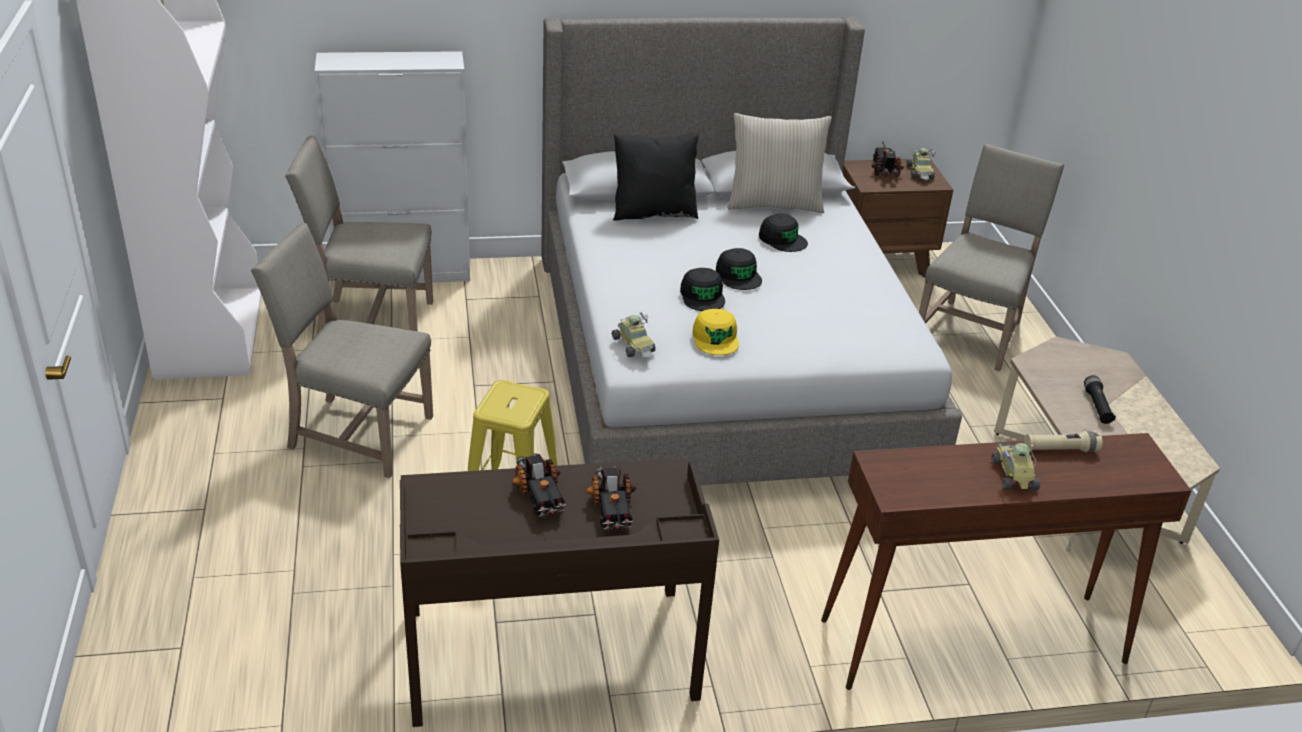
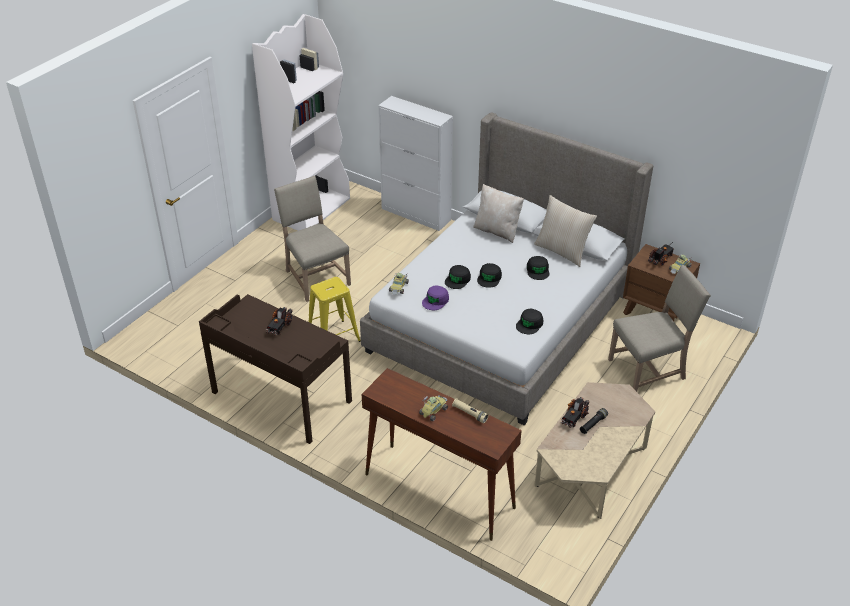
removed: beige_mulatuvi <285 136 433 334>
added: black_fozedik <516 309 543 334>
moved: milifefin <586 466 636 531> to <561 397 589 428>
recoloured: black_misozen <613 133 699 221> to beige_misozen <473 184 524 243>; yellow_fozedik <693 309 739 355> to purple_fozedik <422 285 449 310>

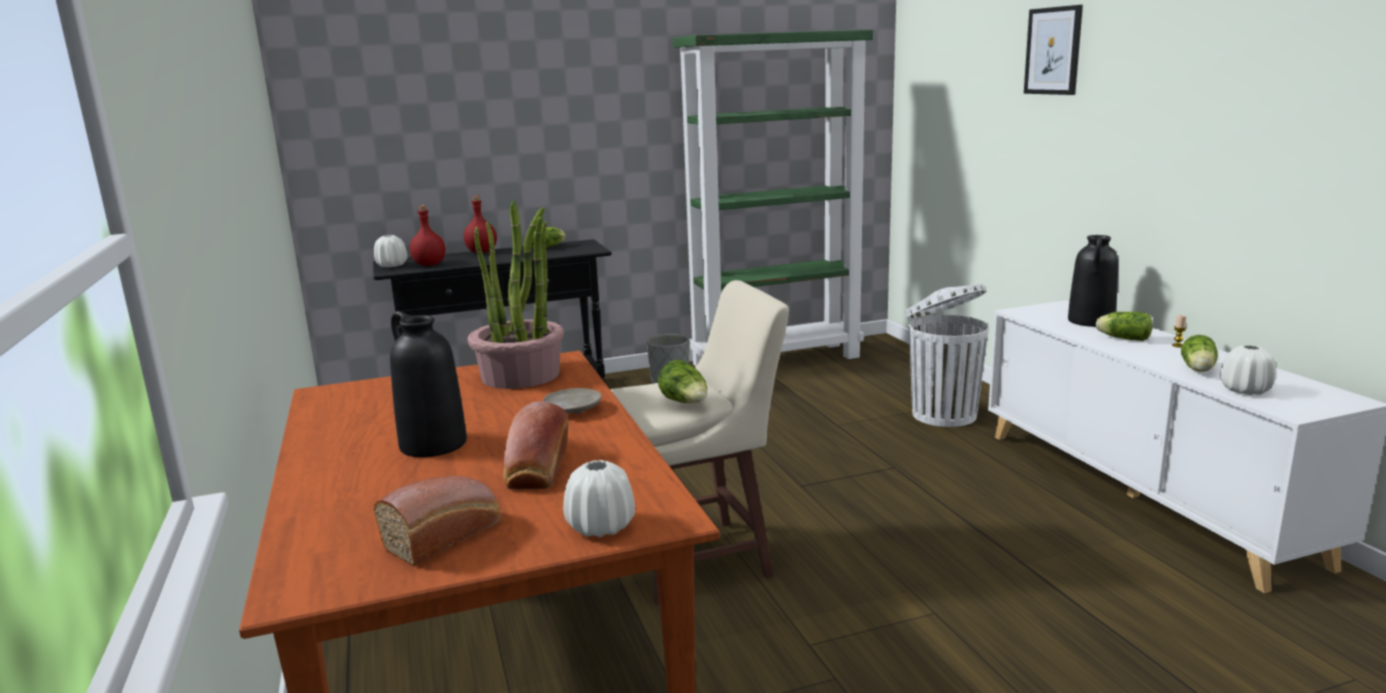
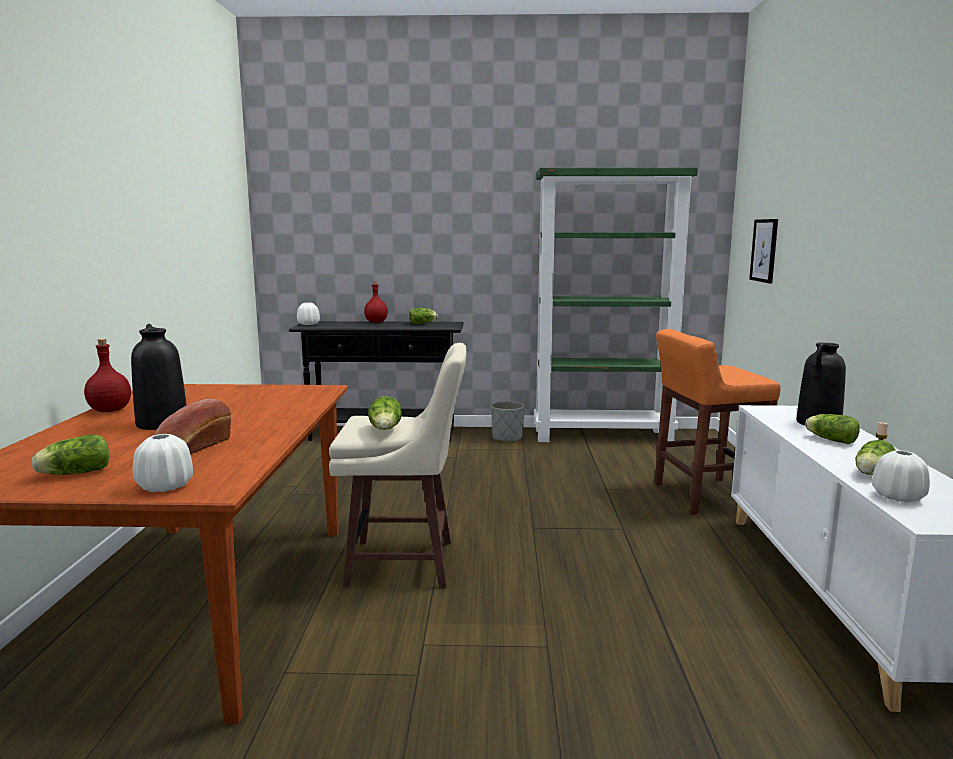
removed: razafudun <468 200 564 389>; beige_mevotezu <543 388 602 414>
moved: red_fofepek <410 205 446 266> to <84 339 131 412>; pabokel <1024 5 1083 95> to <749 219 778 283>
replaced: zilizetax <374 476 501 566> to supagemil <31 434 109 475>; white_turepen <905 284 989 427> to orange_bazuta <655 329 781 515>

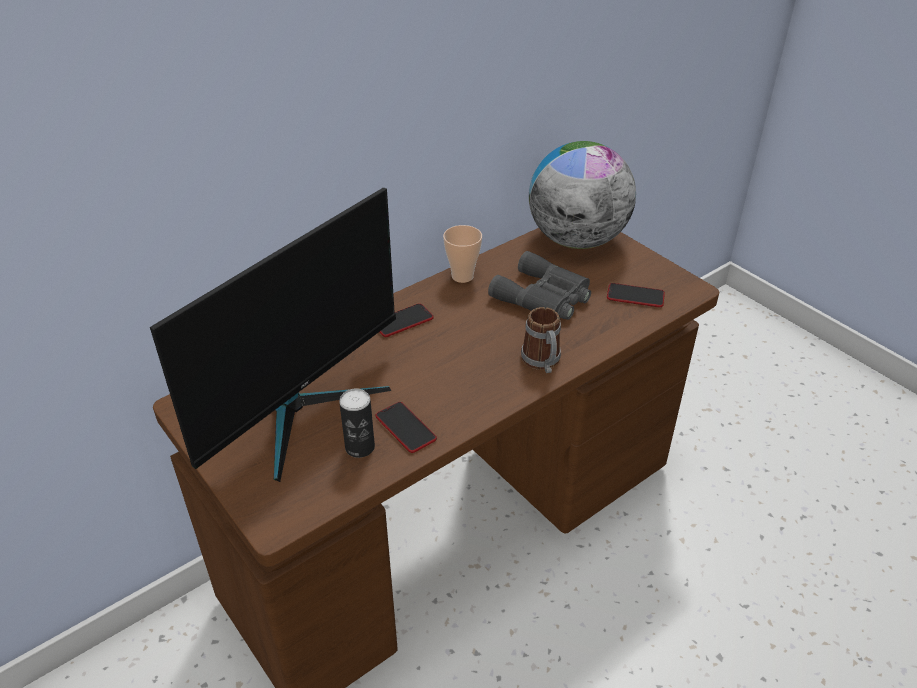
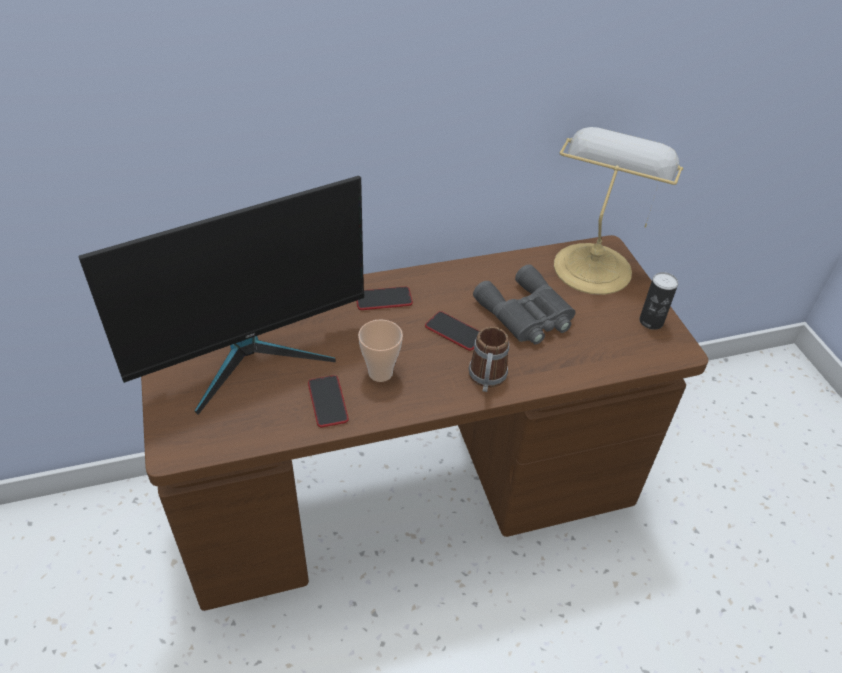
moved: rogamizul <339 388 375 458> to <639 272 678 330>; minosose <443 225 482 283> to <358 319 403 382>; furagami <607 283 665 307> to <425 311 480 351>
replaced: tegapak <529 141 636 249> to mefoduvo <554 127 683 295>

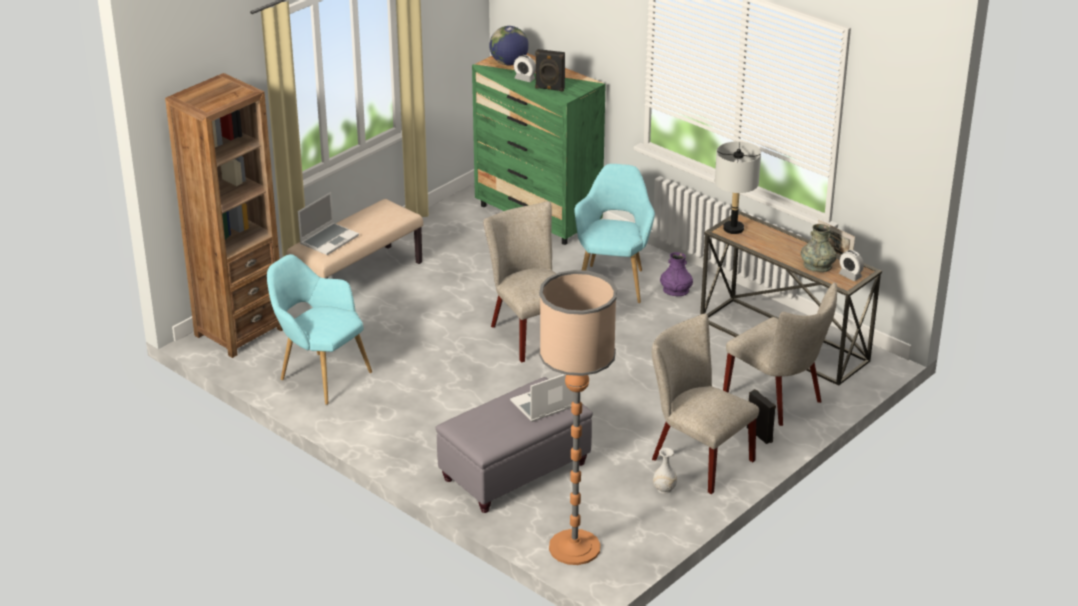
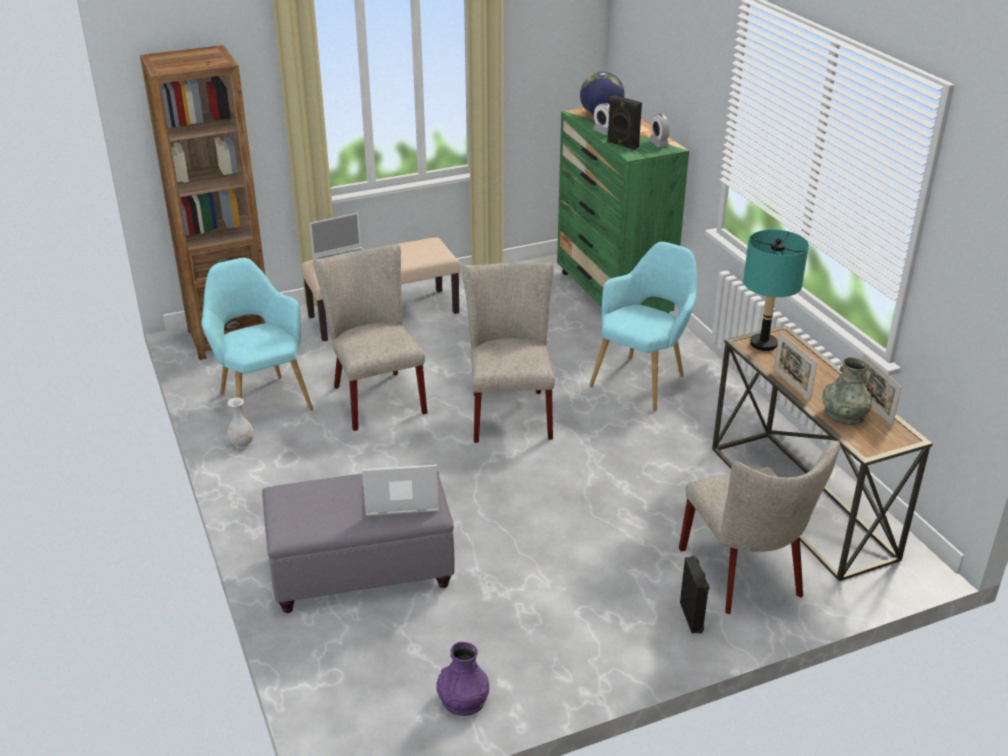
removed: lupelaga <539 270 617 565>
added: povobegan <774 332 817 401>
moved: beige_mulatuvi <652 313 759 494> to <314 244 428 431>; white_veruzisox <653 448 677 494> to <227 398 254 449>; purple_veruzisox <660 252 693 296> to <436 642 489 716>; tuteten <839 250 864 281> to <649 114 670 147>
recoloured: grey_mefoduvo <715 141 761 234> to turquoise_mefoduvo <743 230 809 351>

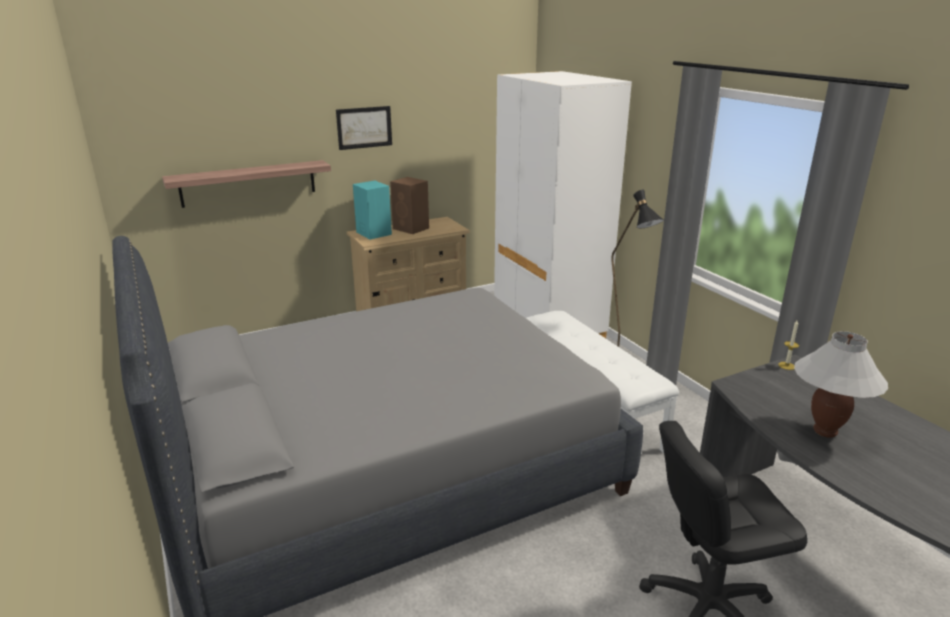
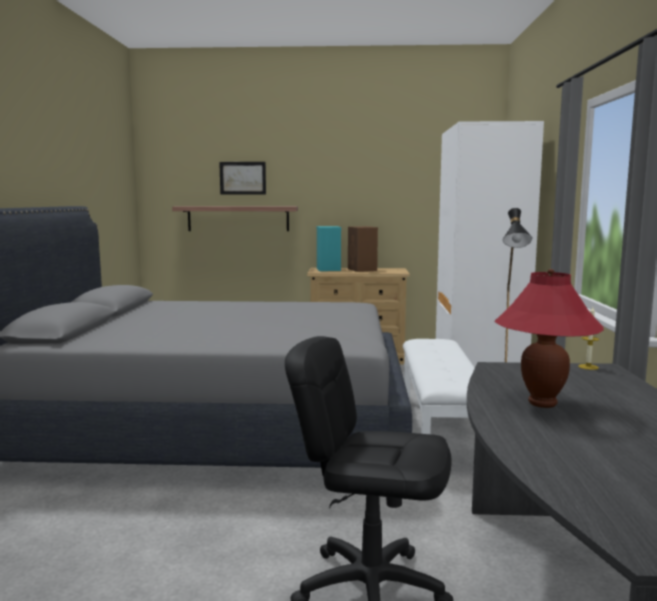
moved: pabokel <336 106 392 150> to <219 162 266 195>
recoloured: white_mefoduvo <794 331 888 438> to red_mefoduvo <494 269 604 408>

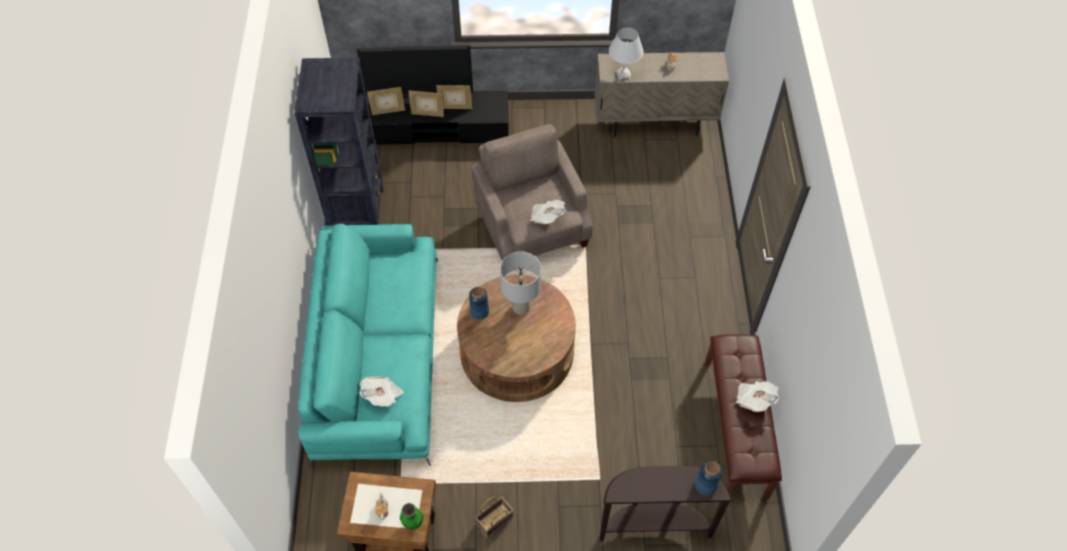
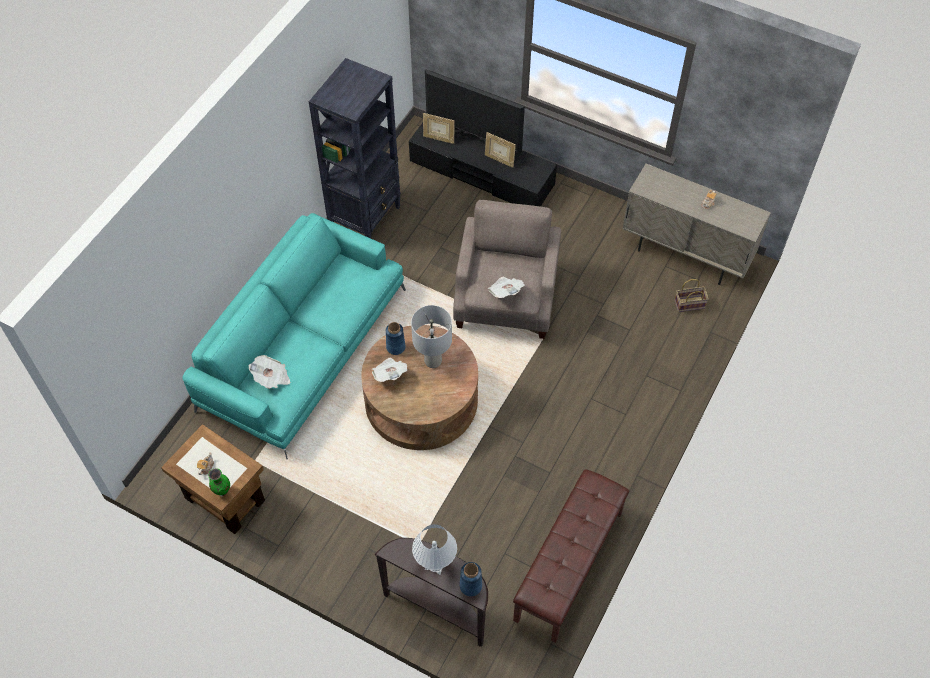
removed: povobegan <408 90 444 117>
moved: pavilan <475 497 513 537> to <674 279 709 312>; white_mefoduvo <609 27 644 80> to <412 524 457 575>; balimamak <736 381 779 412> to <372 358 407 382>

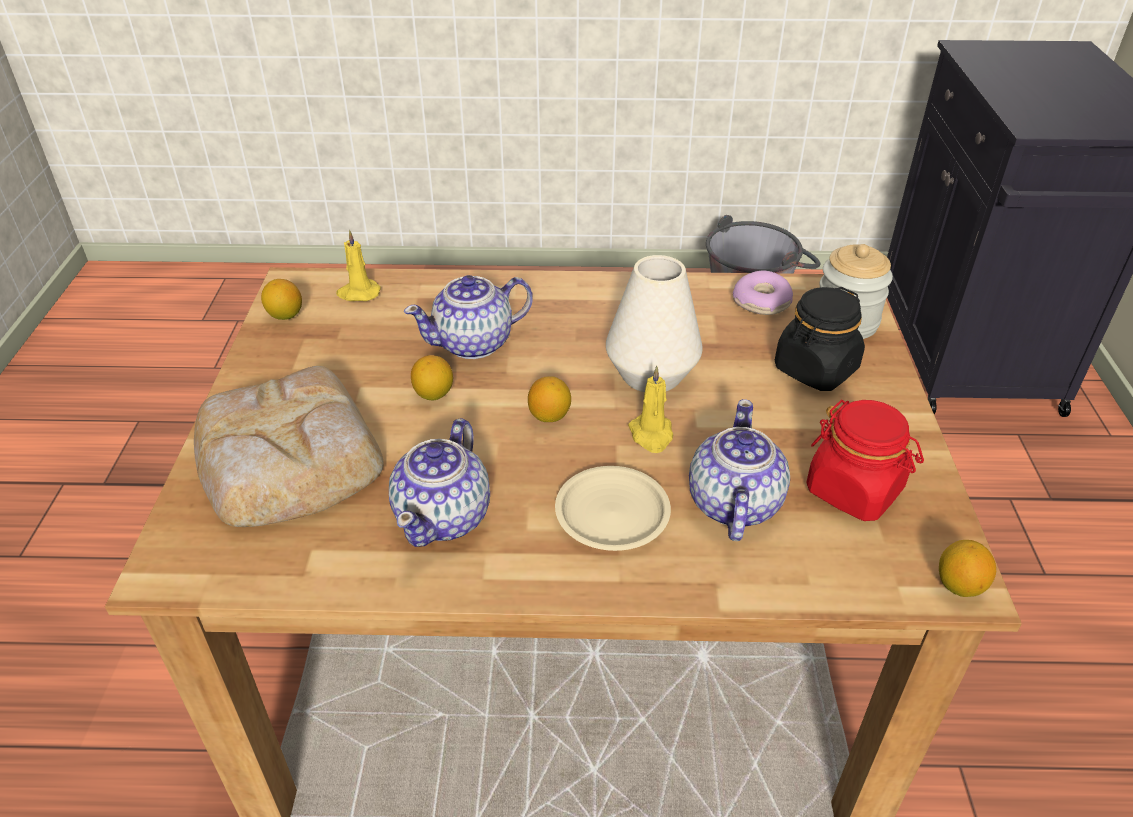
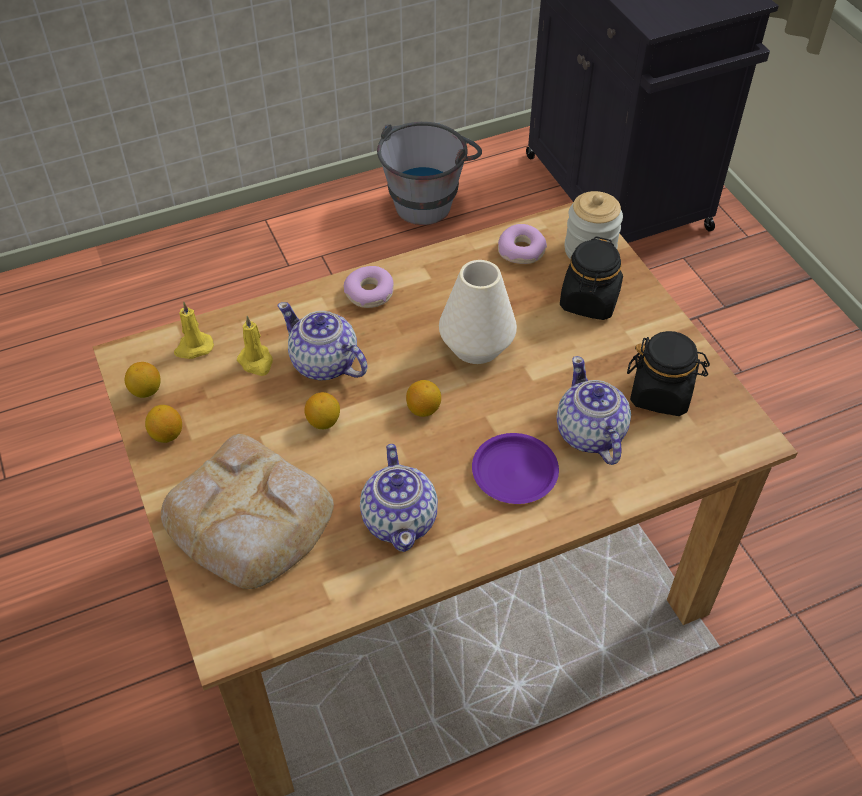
added: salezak <344 266 394 308>
moved: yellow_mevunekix <628 366 673 453> to <237 316 273 376>; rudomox <939 540 996 597> to <145 405 182 443>
recoloured: beige_mevotezu <555 466 671 551> to purple_mevotezu <472 433 559 504>; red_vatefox <807 400 924 521> to black_vatefox <627 331 710 416>
turned: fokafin <404 275 533 359> = <278 302 368 380> 90 degrees clockwise

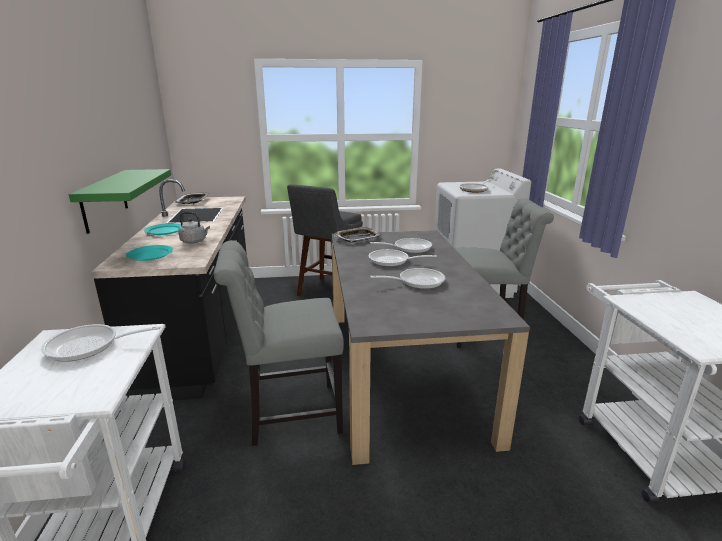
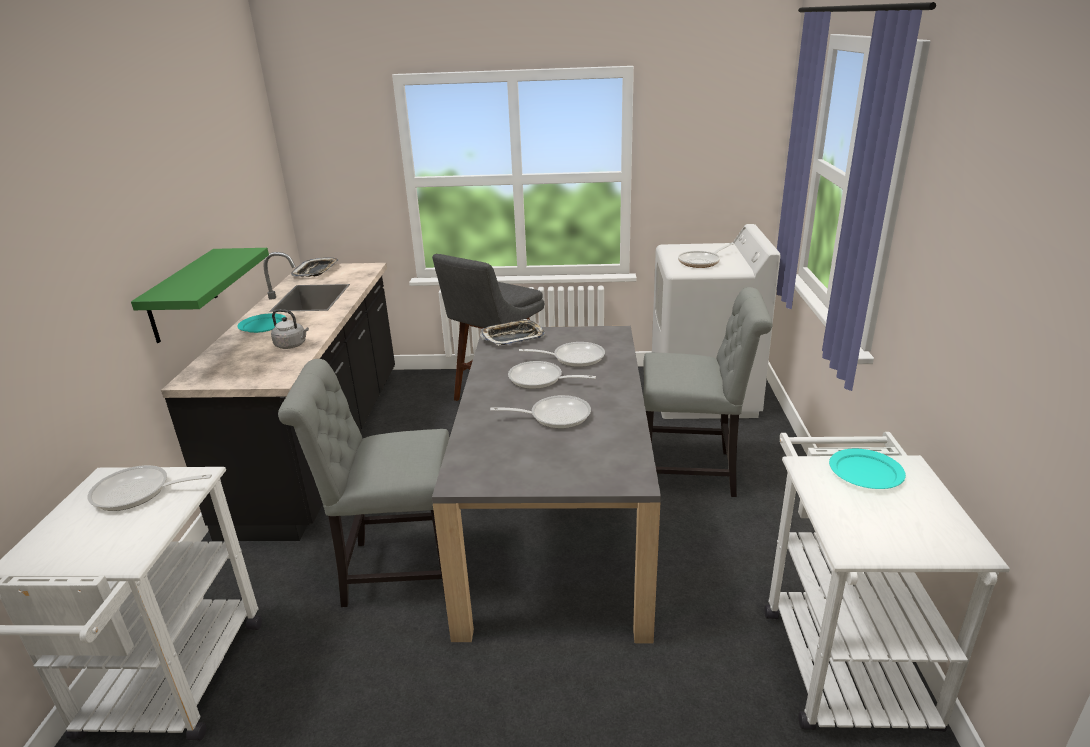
moved: turquoise_mevotezu <126 245 173 261> to <829 448 906 489>

